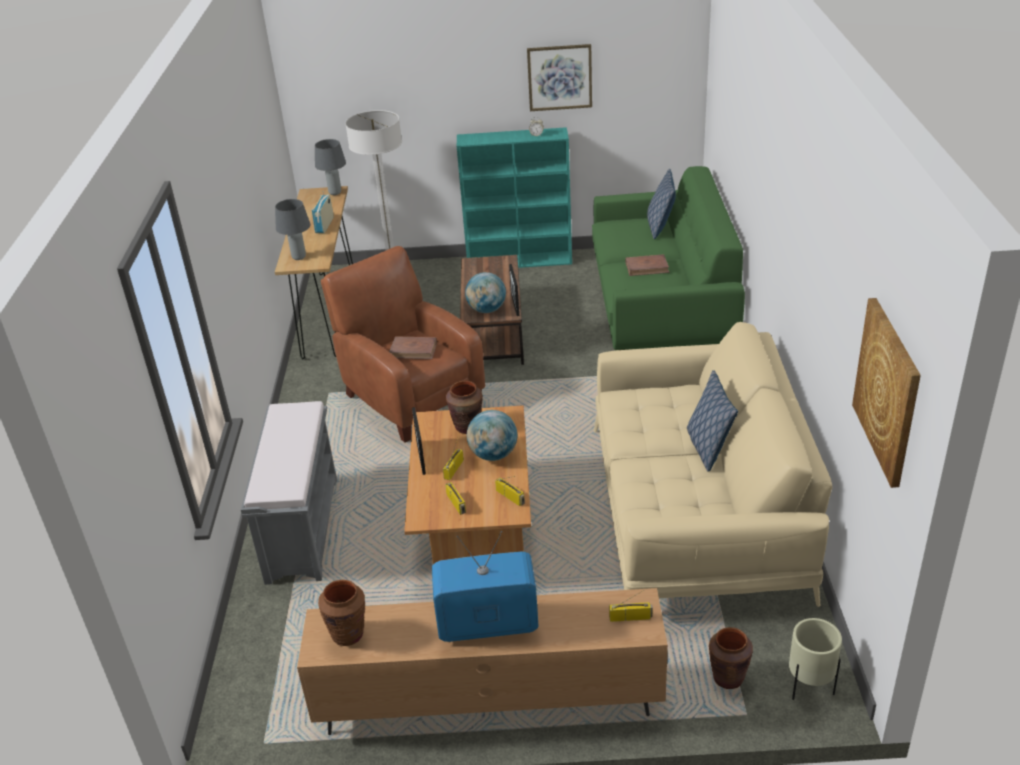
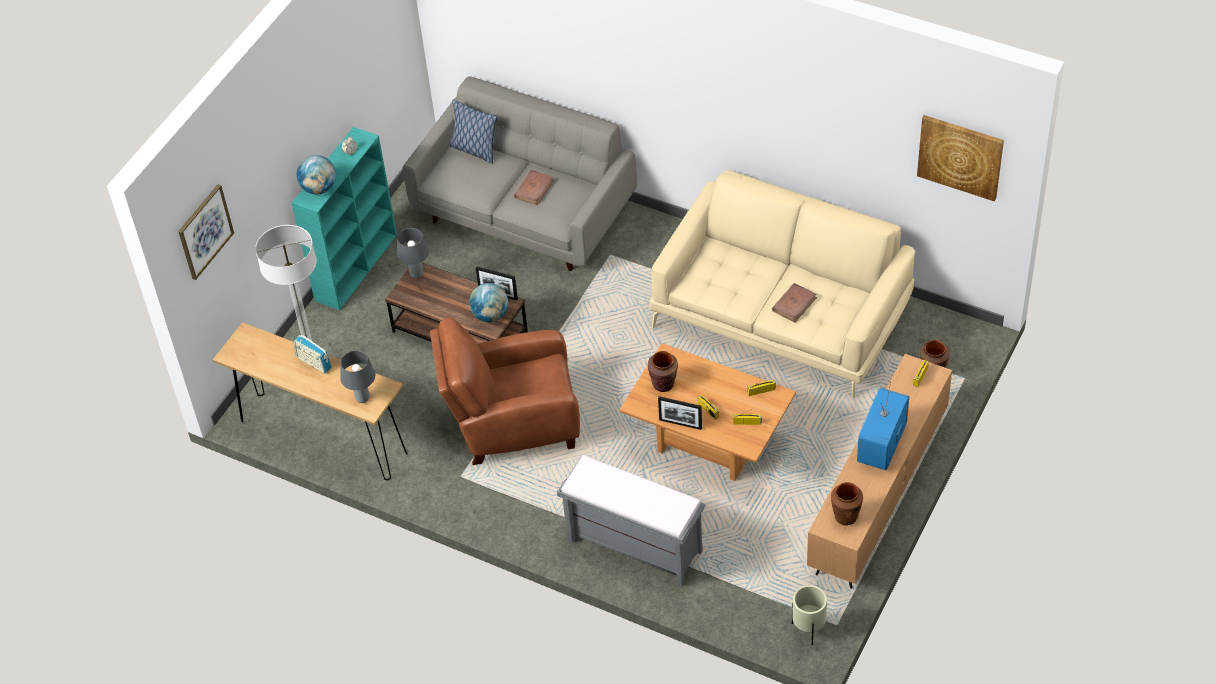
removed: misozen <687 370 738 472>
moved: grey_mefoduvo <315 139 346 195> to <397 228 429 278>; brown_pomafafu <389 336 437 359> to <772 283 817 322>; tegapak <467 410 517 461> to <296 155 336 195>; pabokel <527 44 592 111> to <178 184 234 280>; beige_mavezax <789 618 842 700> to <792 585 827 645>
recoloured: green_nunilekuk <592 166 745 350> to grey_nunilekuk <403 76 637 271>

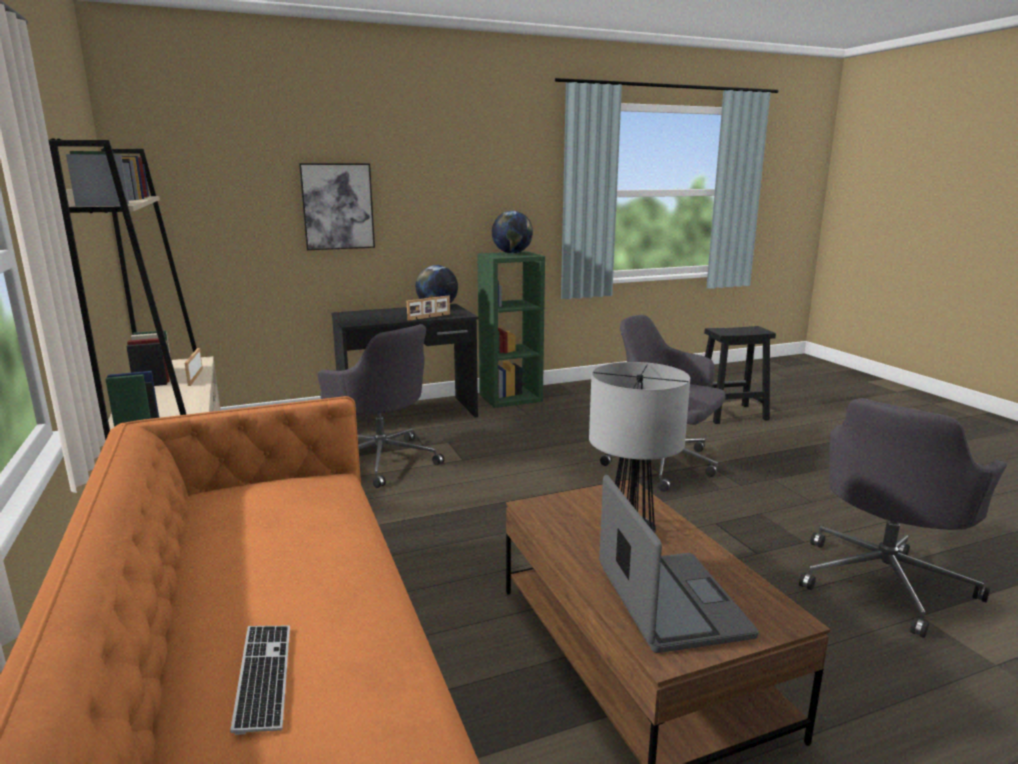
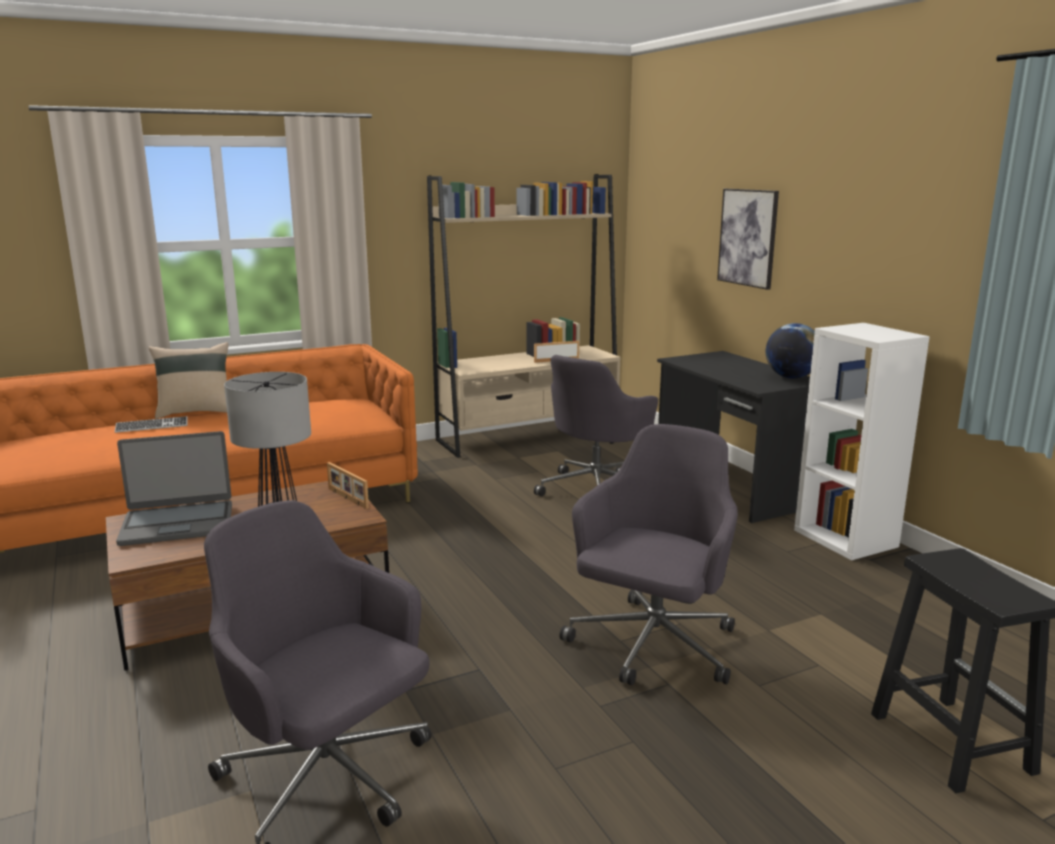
removed: tegapak <492 211 533 254>
added: beige_misozen <148 342 229 419>
moved: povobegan <407 295 450 321> to <327 462 369 509>
recoloured: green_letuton <477 251 545 408> to white_letuton <794 323 930 560>

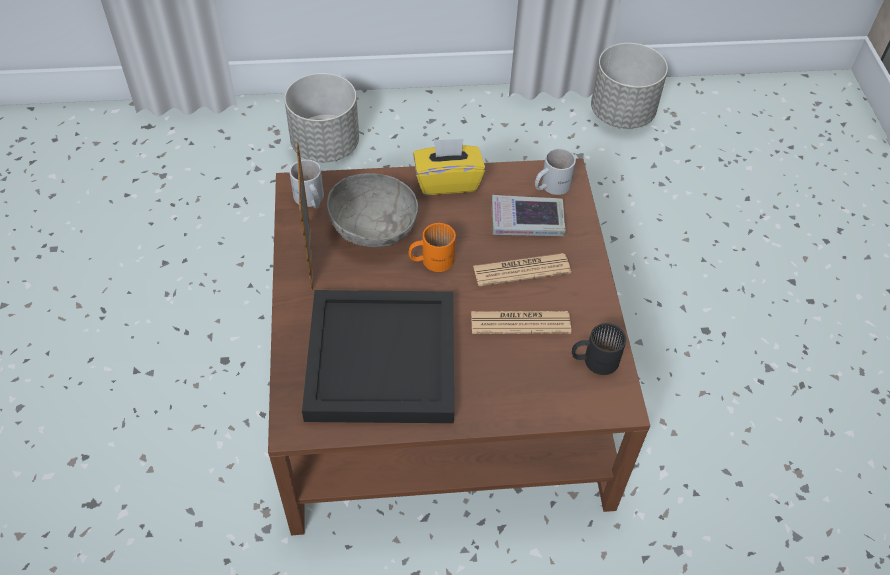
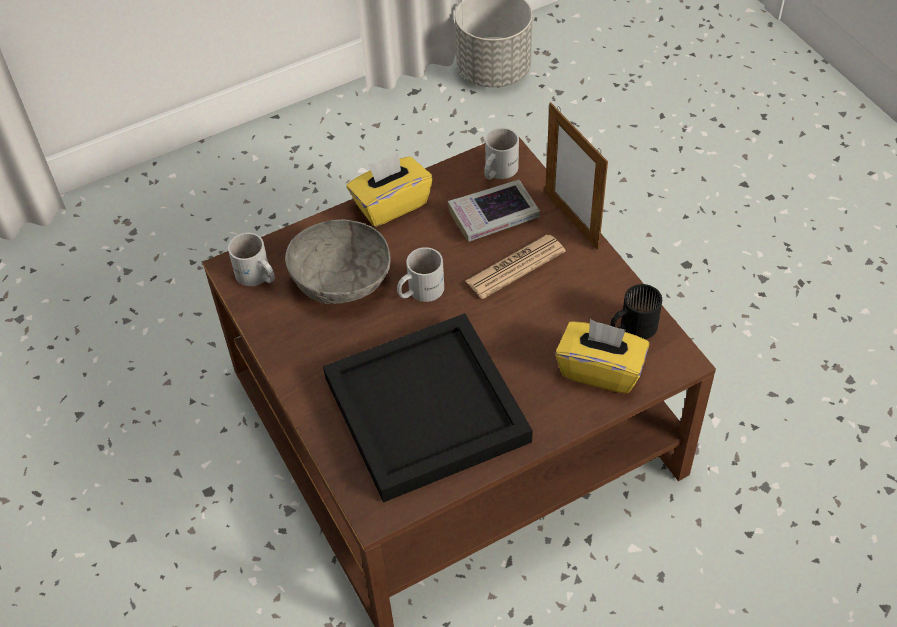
removed: grey_mavezax <284 73 359 162>; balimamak <471 311 571 334>
added: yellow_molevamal <555 319 649 394>
moved: povobegan <297 141 313 290> to <545 102 608 251>
recoloured: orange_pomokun <409 223 456 272> to white_pomokun <397 247 444 302>

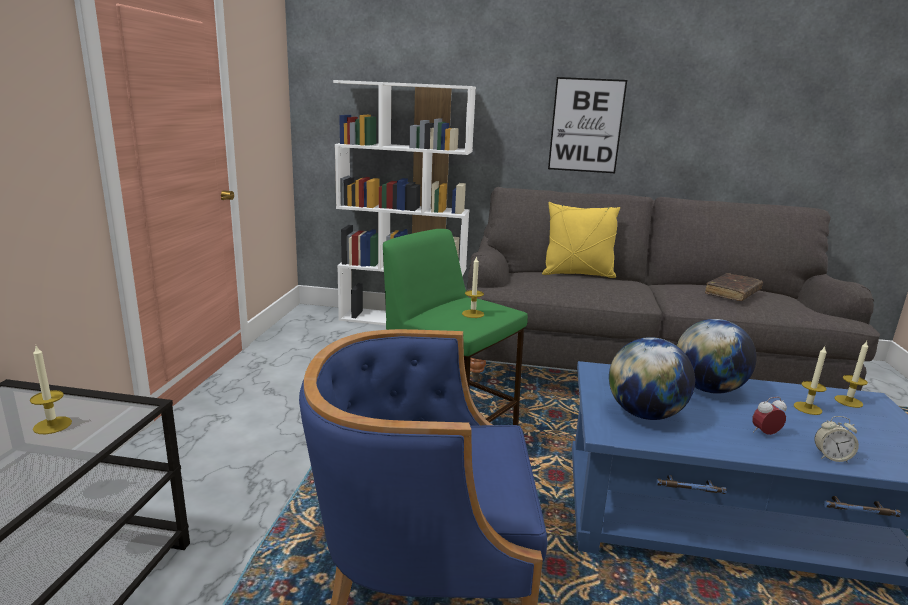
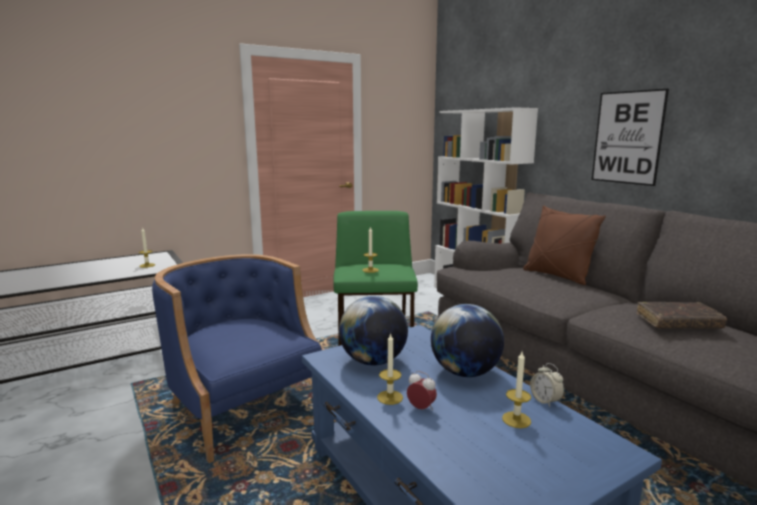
moved: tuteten <814 416 859 463> to <530 363 564 407>; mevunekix <834 341 868 408> to <377 333 403 405>
recoloured: yellow_misozen <542 202 620 278> to brown_misozen <523 205 606 285>

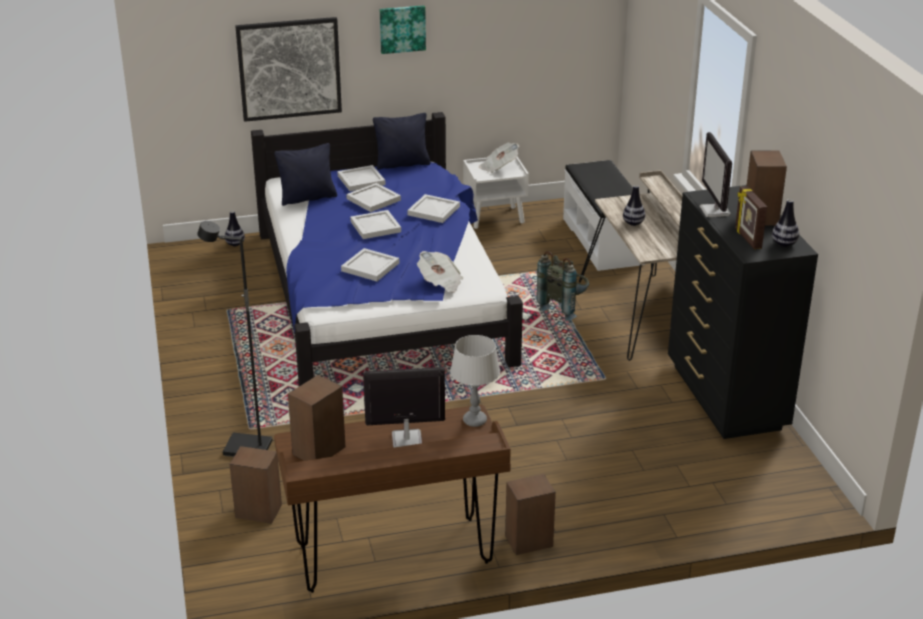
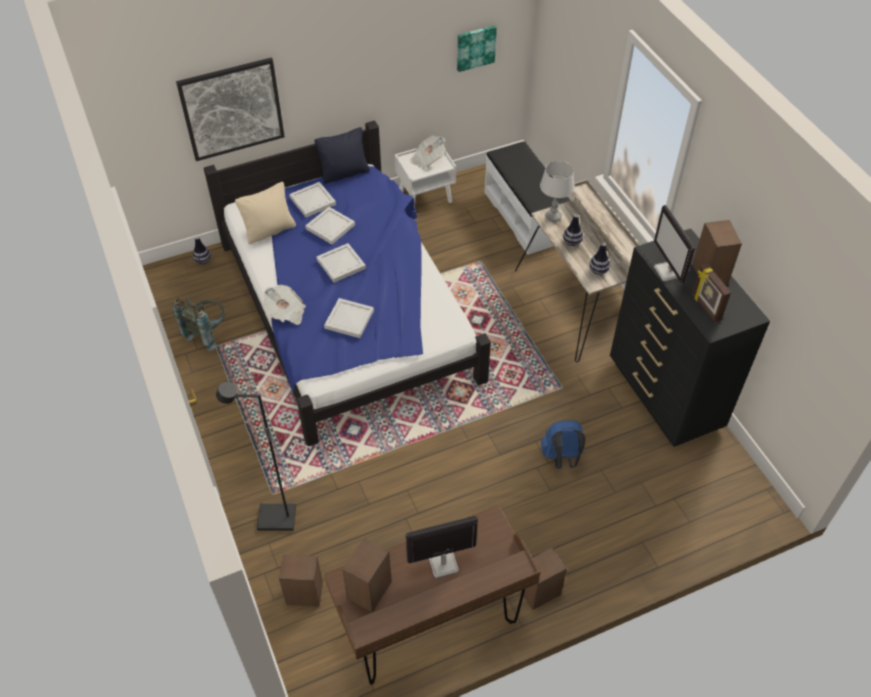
removed: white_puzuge <407 194 460 223>
added: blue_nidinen <541 420 586 469>
moved: pabokel <380 5 426 54> to <457 26 497 72>; balimamak <417 251 463 292> to <263 285 306 325>; grey_mefoduvo <450 335 500 427> to <540 161 575 222>; grey_nidinen <536 251 589 321> to <173 298 225 351>; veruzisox <772 199 799 247> to <589 242 610 275>
recoloured: black_misozen <274 143 337 206> to beige_misozen <235 182 296 245>

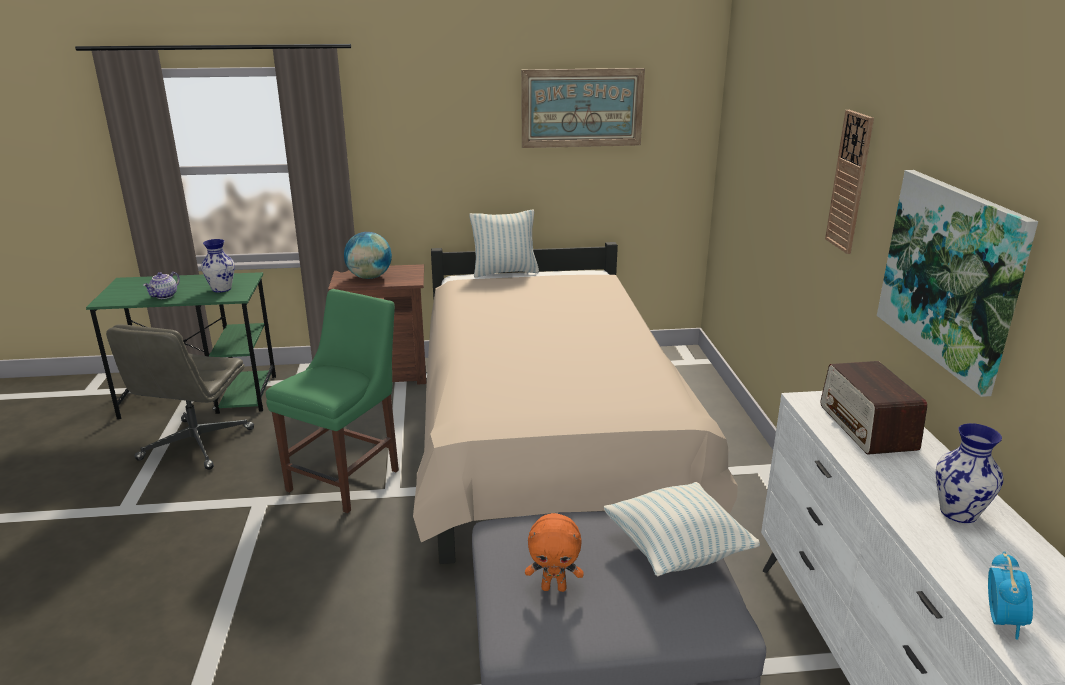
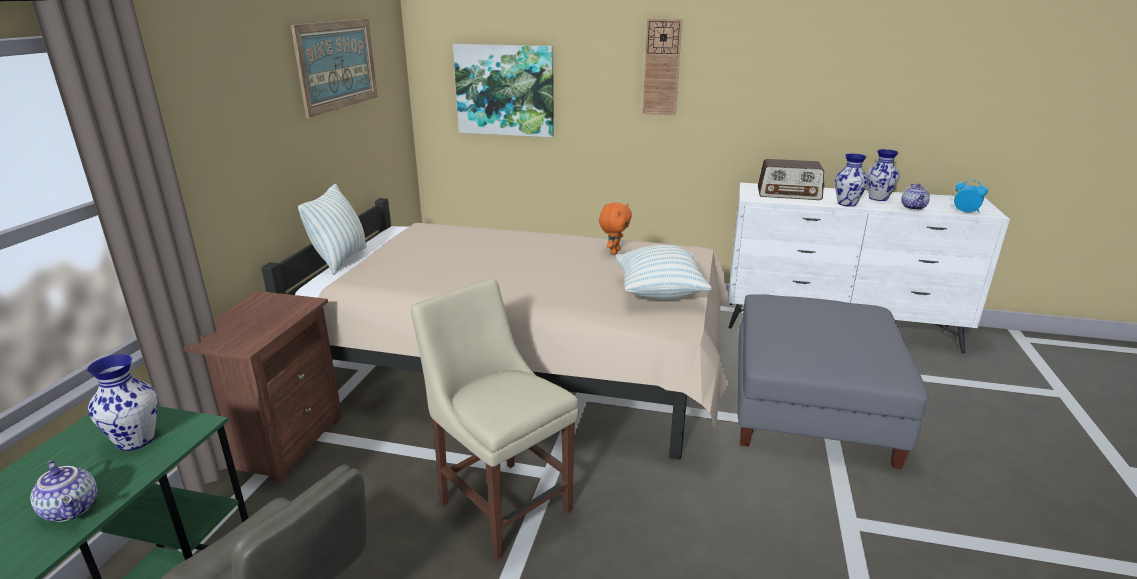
removed: tegapak <344 232 392 279>
added: veruzisox <835 154 868 207>; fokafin <901 184 930 210>
moved: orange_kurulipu <525 513 584 592> to <599 202 632 255>; misozen <604 482 760 576> to <616 245 712 299>; pabokel <877 170 1038 397> to <453 44 554 137>
recoloured: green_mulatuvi <266 289 399 513> to beige_mulatuvi <411 278 579 560>

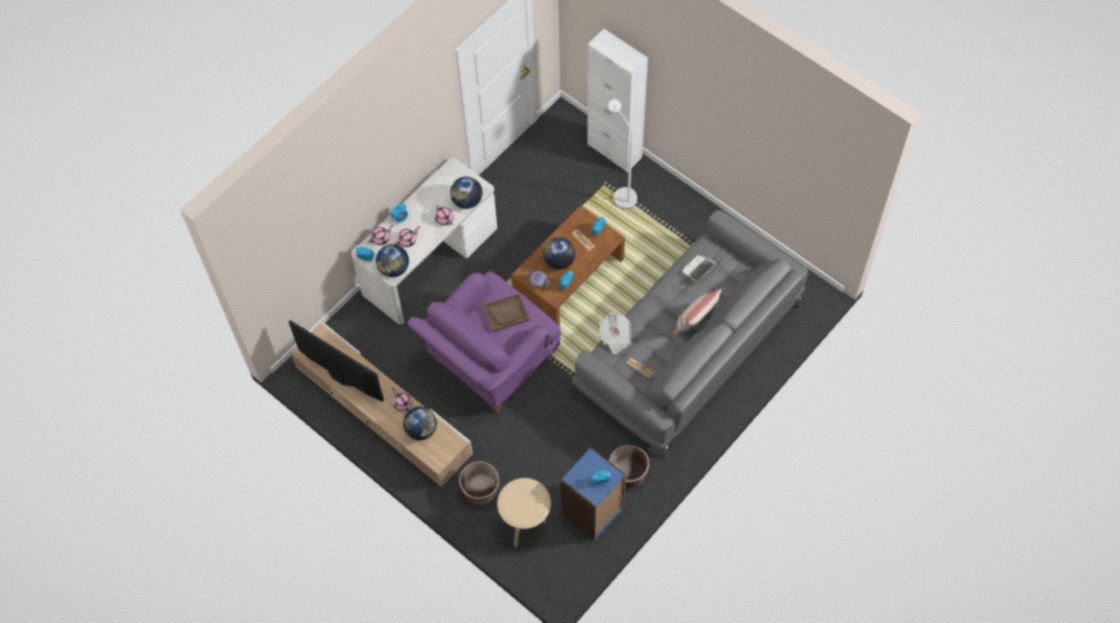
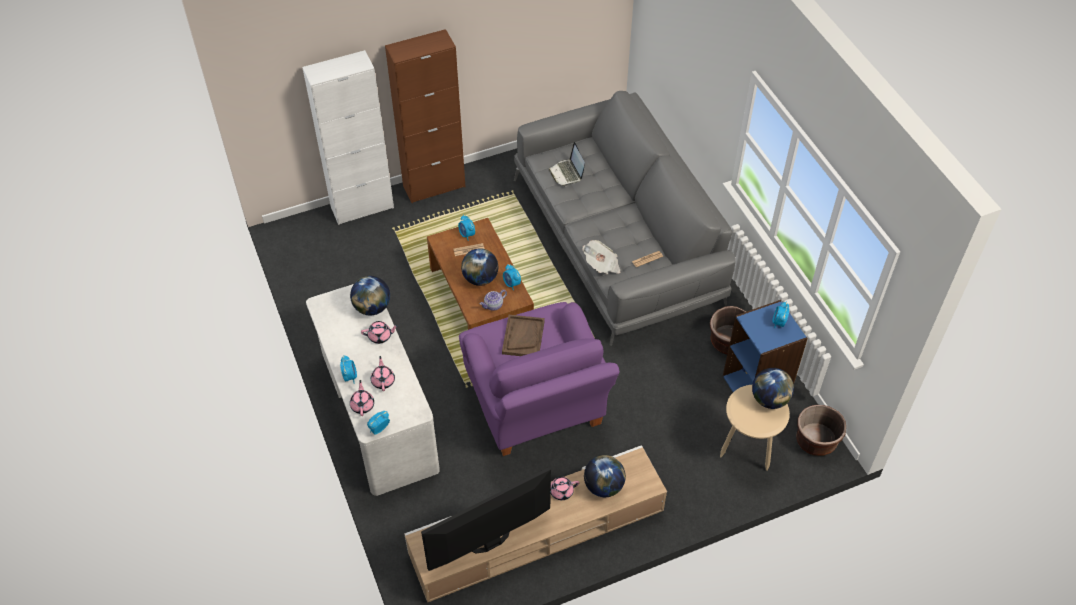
removed: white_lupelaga <607 99 637 209>; beige_misozen <673 289 722 335>
added: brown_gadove <385 29 466 203>
moved: tegapak <376 244 409 277> to <752 368 794 409>; brown_mavezax <458 461 500 505> to <796 405 846 456>

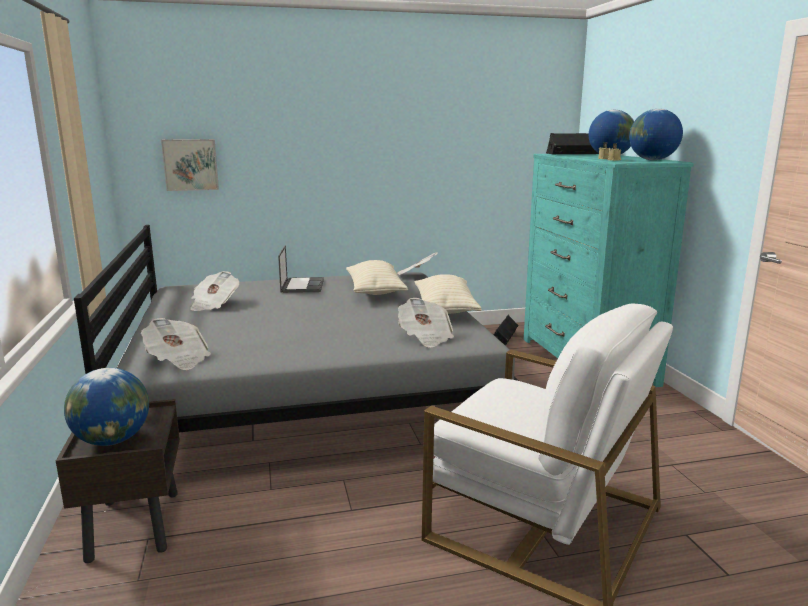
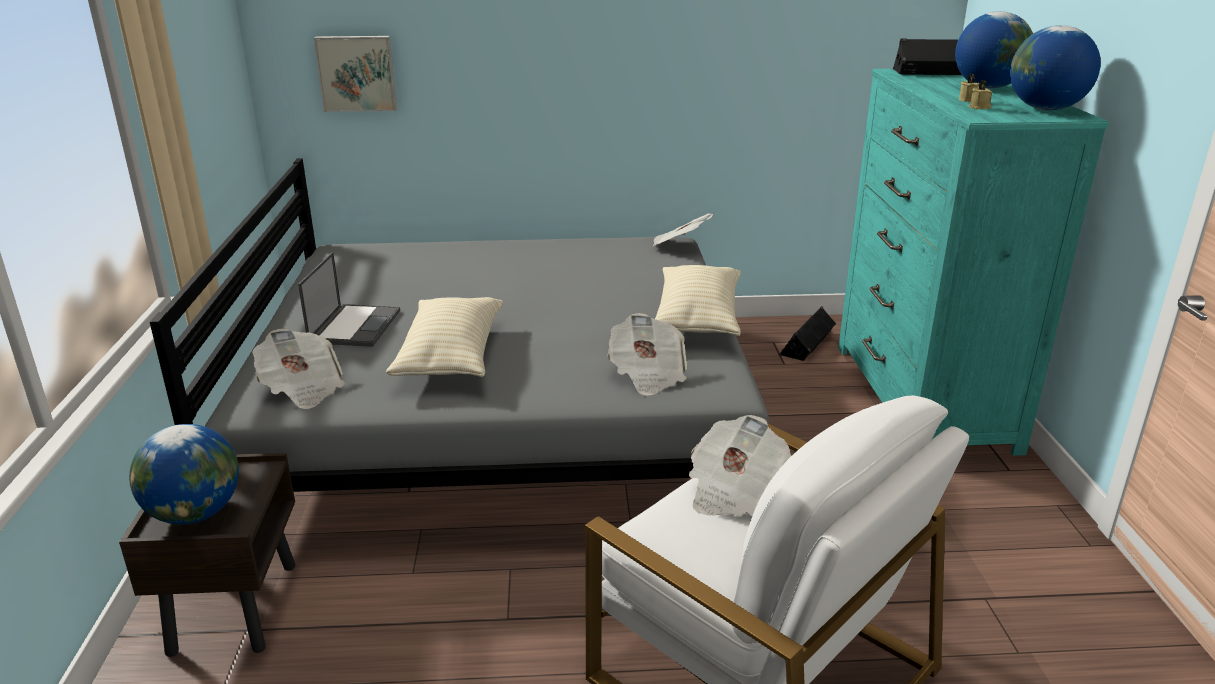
moved: balimamak <190 271 239 311> to <689 415 791 516>; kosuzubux <278 245 324 293> to <298 252 400 347>; beige_misozen <346 260 408 295> to <386 297 503 377>

